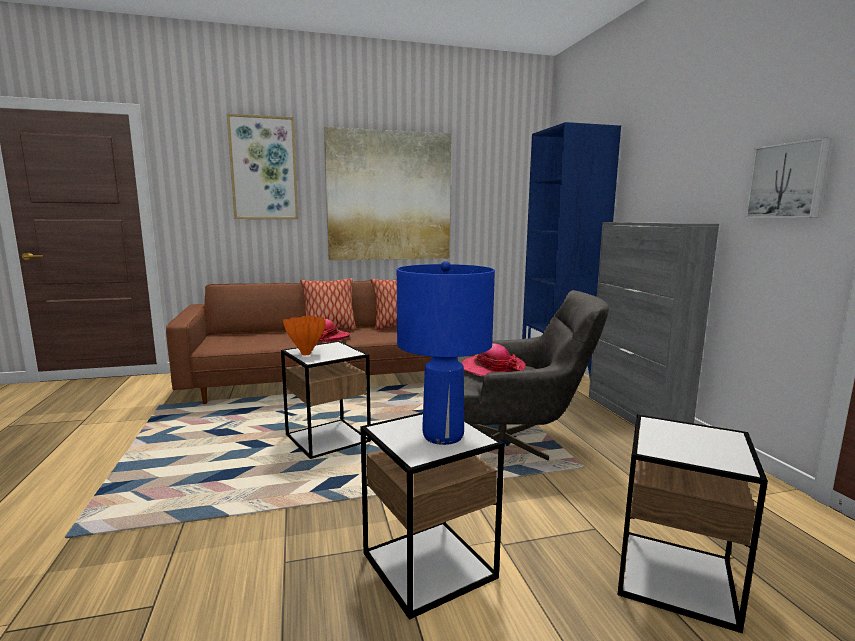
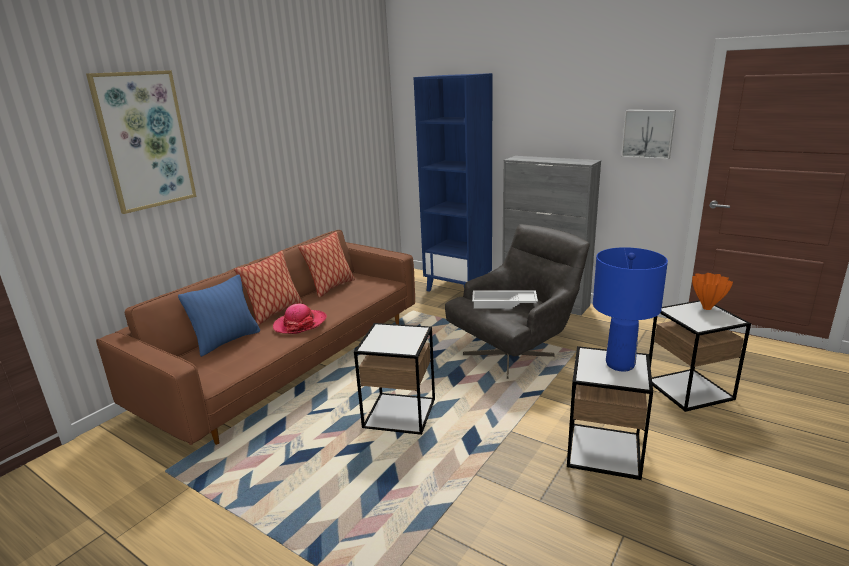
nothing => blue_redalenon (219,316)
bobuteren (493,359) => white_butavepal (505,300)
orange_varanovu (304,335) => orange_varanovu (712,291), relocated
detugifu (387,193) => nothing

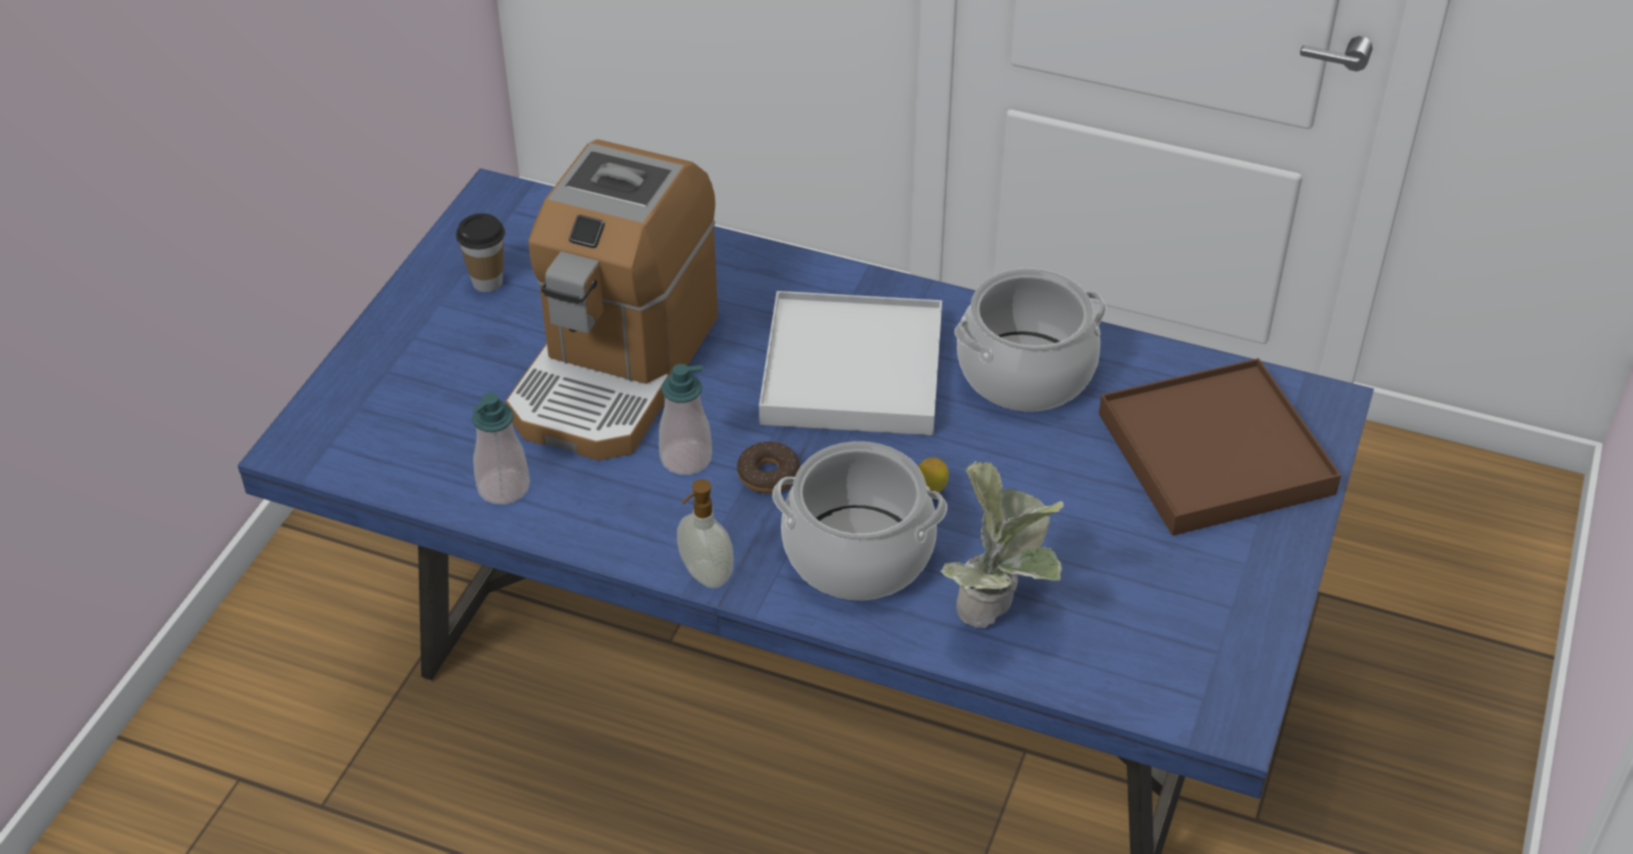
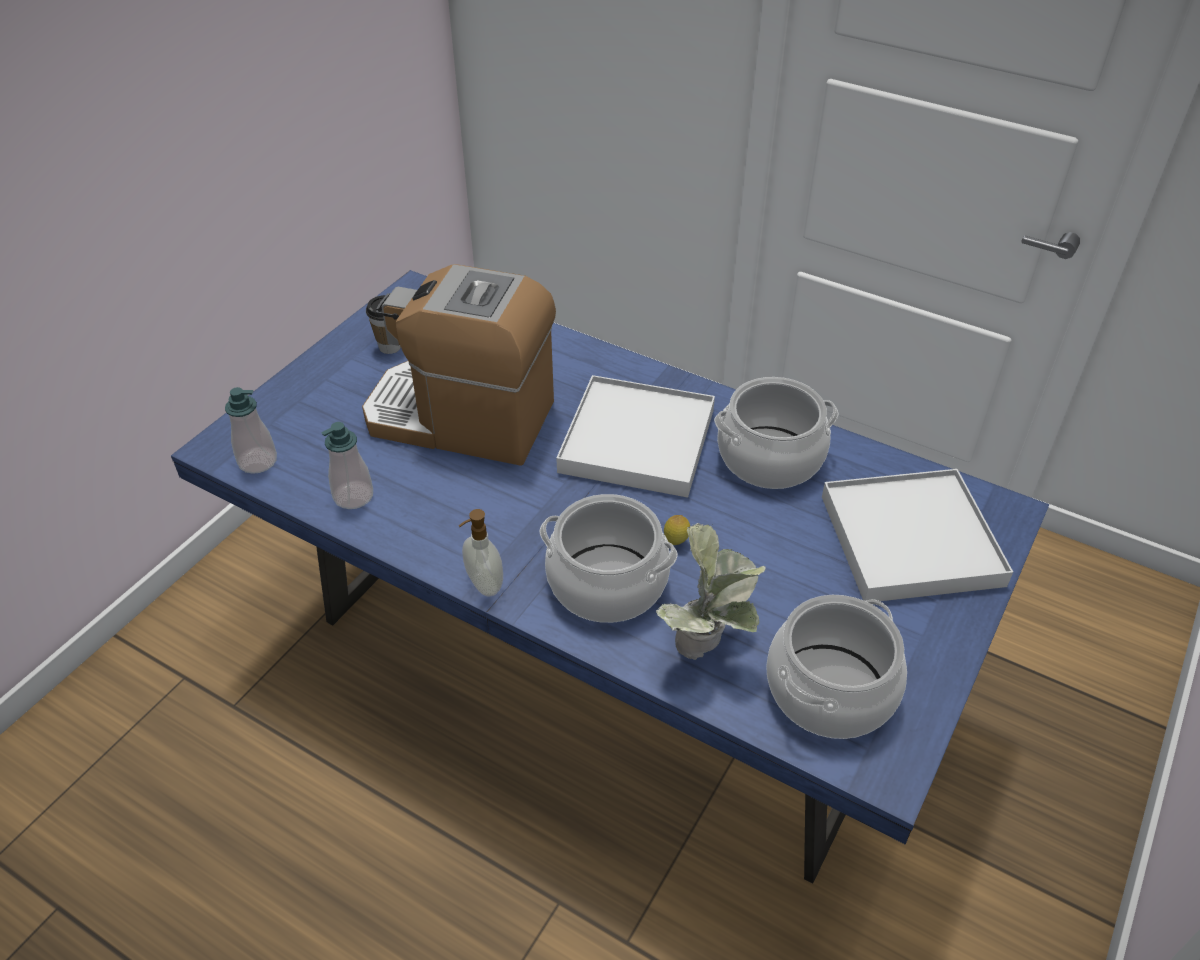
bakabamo (685,419) => bakabamo (251,430), relocated
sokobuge (612,300) => sokobuge (459,365), 75 degrees clockwise
nothing => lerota (836,667)
brown_butavepal (1220,447) => white_butavepal (917,535)
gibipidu (768,467) => nothing

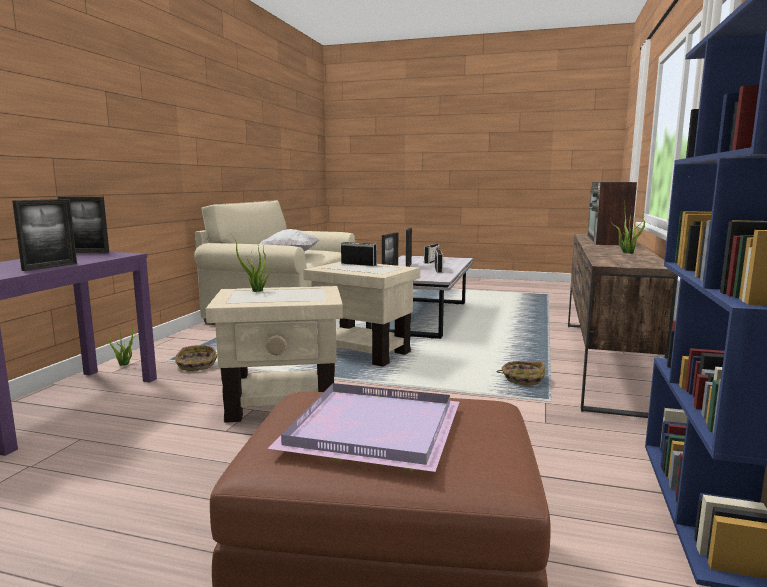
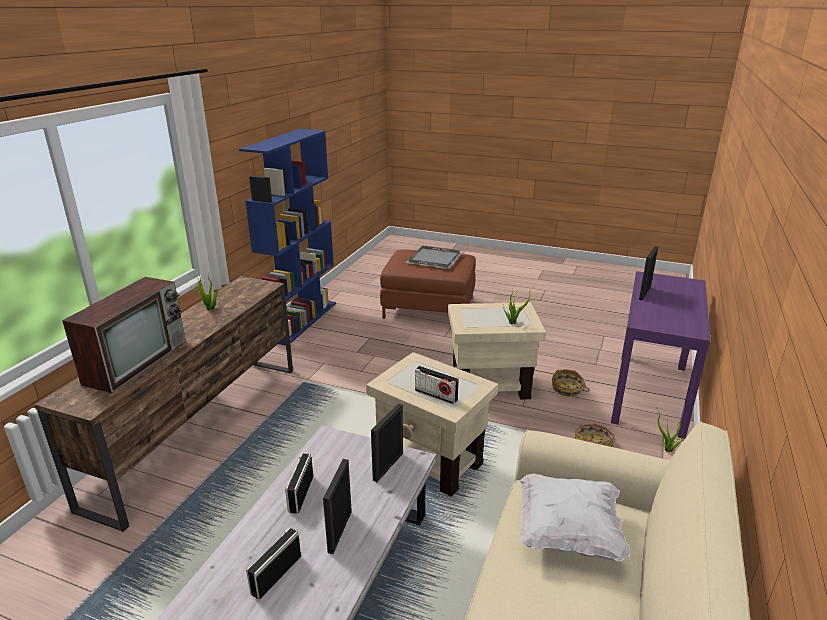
purple_butavepal (363,427) => grey_butavepal (433,257)
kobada (520,373) => kobada (570,383), relocated
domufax (83,225) => nothing

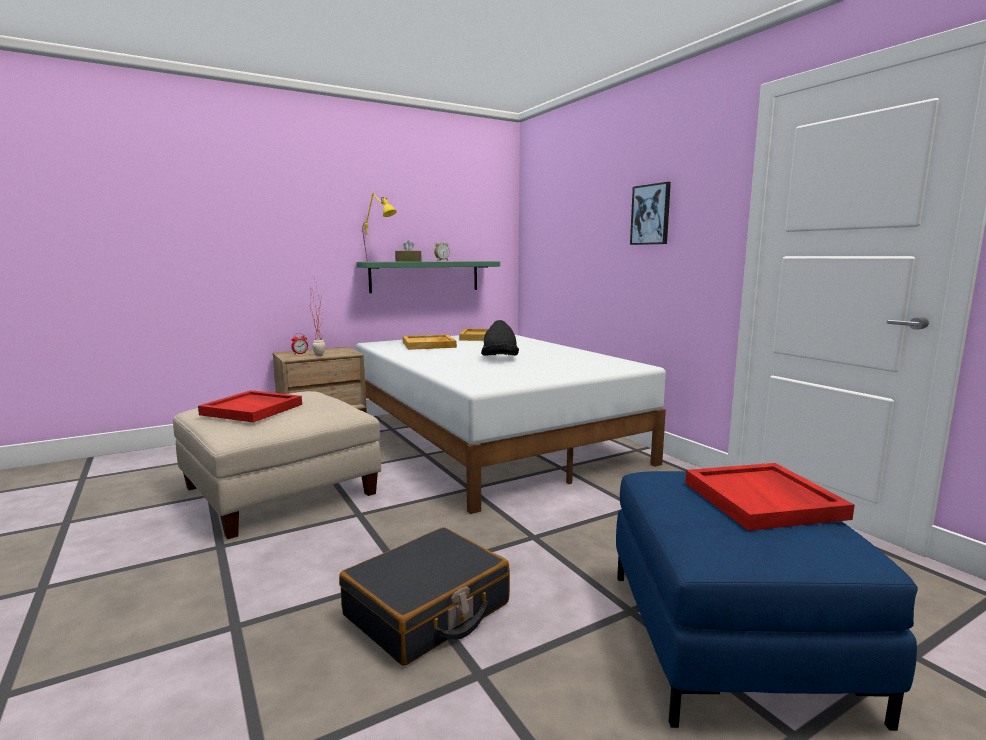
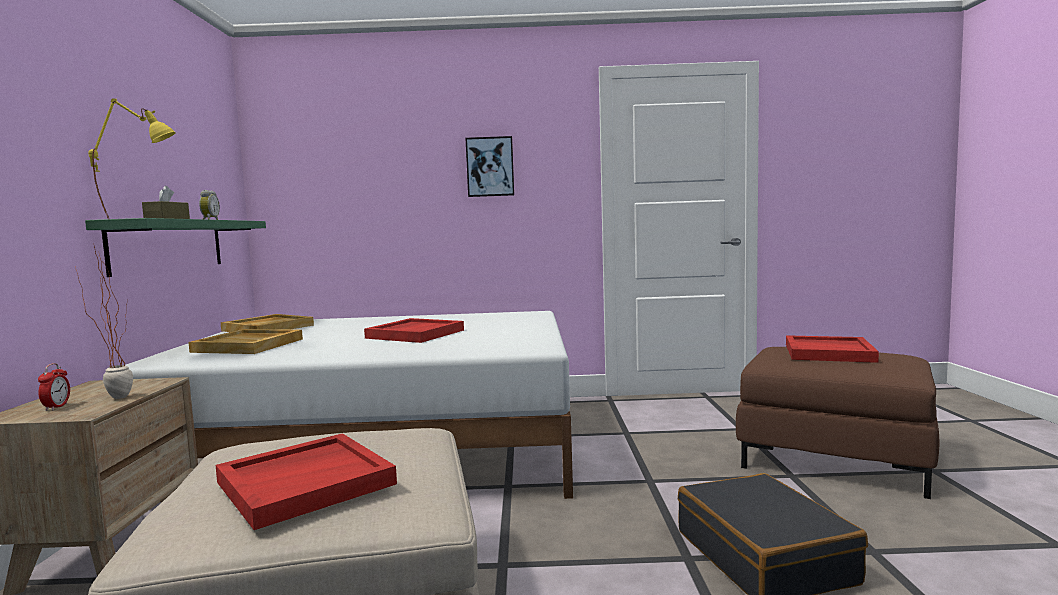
black_bobuteren (500,338) => red_butavepal (414,330)
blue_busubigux (767,601) => brown_busubigux (837,423)

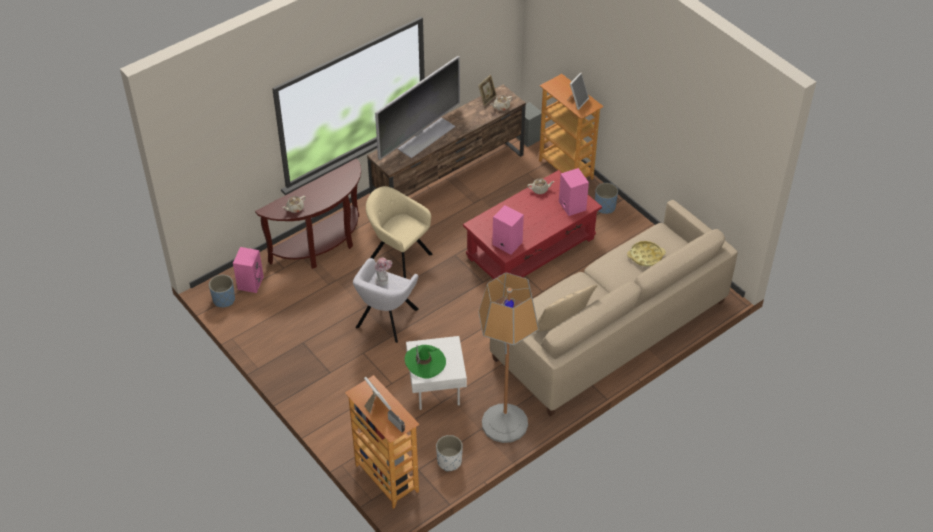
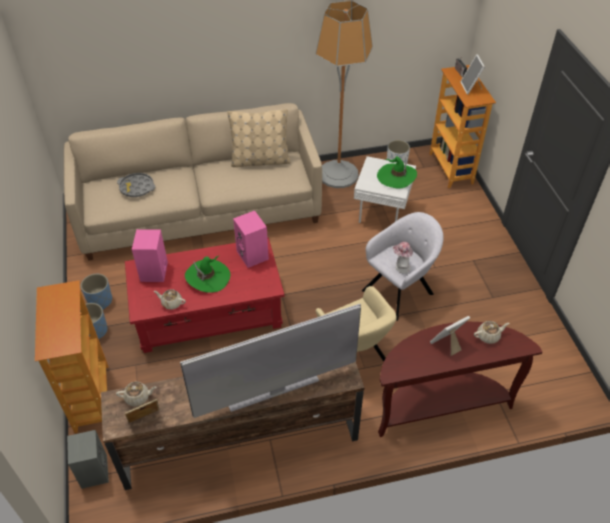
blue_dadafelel (222,291) => blue_dadafelel (96,292), relocated
yellow_butavepal (646,253) => grey_butavepal (136,185)
nothing => green_bobuteren (207,274)
domufax (578,91) => domufax (450,336), relocated
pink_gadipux (248,270) => nothing

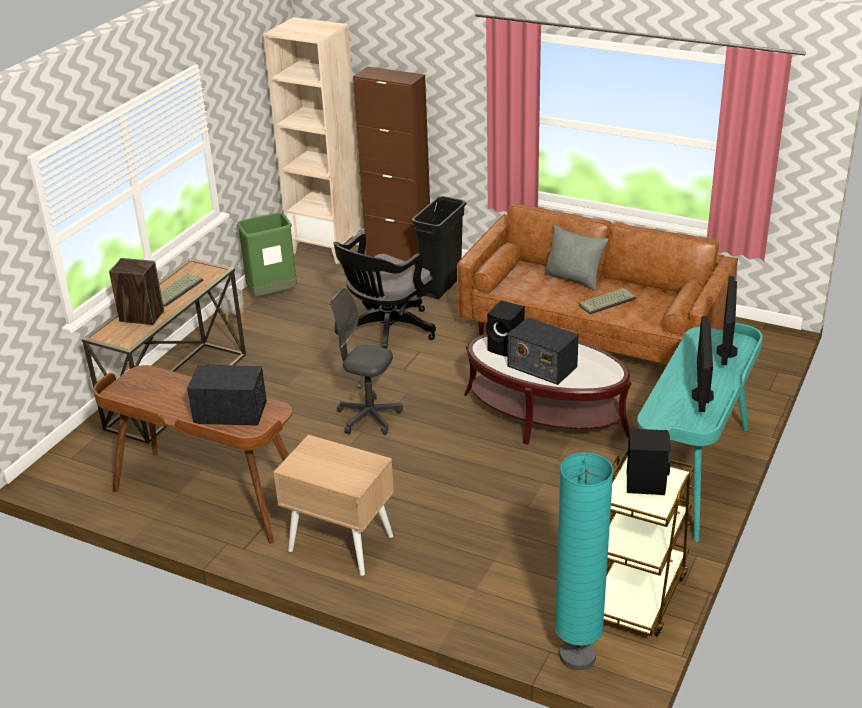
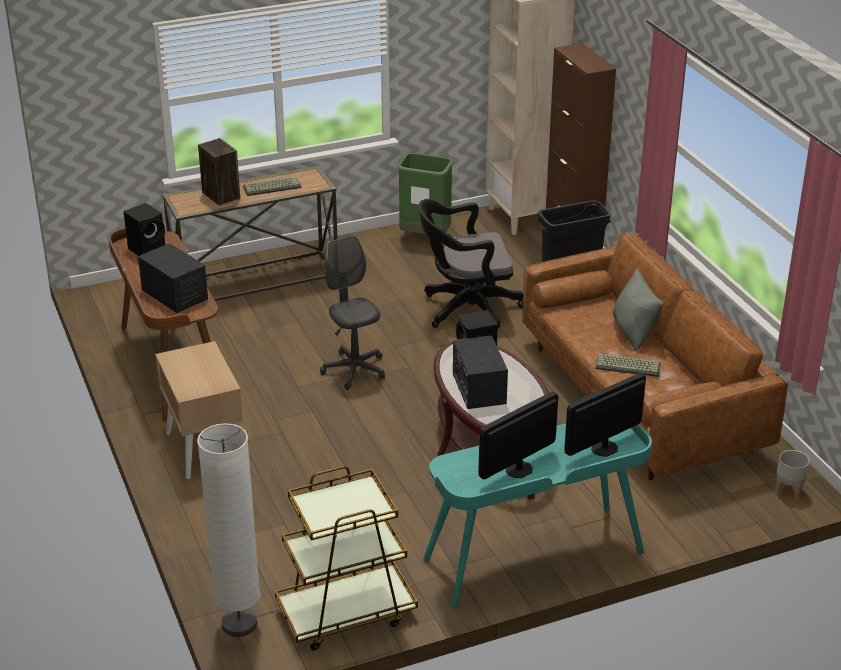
black_gadipux (649,462) => black_gadipux (144,229), relocated
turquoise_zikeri (584,561) => white_zikeri (228,530)
grey_dadafelel (232,306) => grey_dadafelel (793,475), relocated

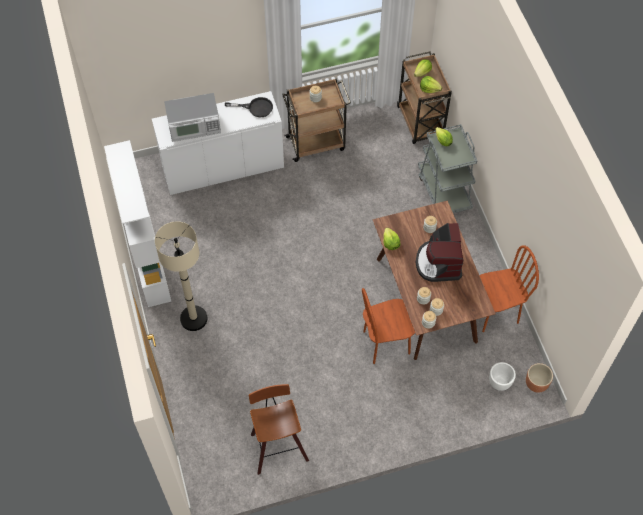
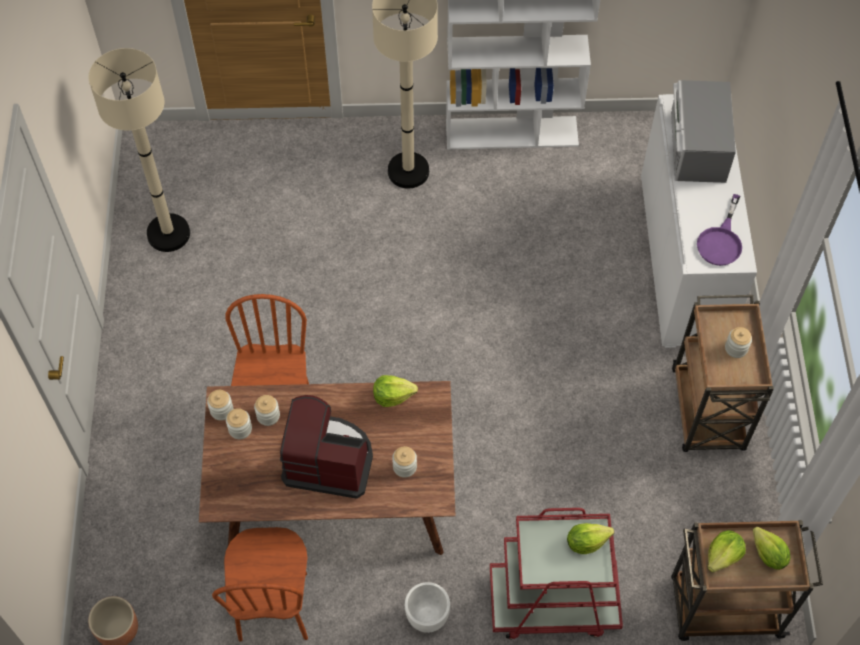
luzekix (279,429) => beige_zikeri (139,150)
white_dadafelel (502,376) => white_dadafelel (427,607), relocated
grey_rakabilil (447,168) => red_rakabilil (556,574)
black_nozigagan (249,107) => purple_nozigagan (719,230)

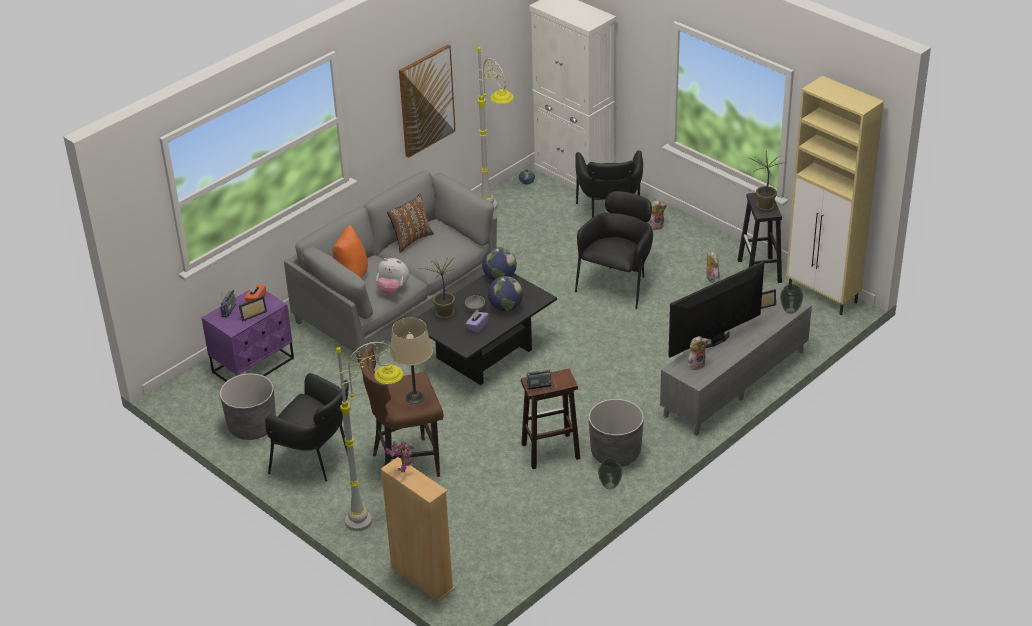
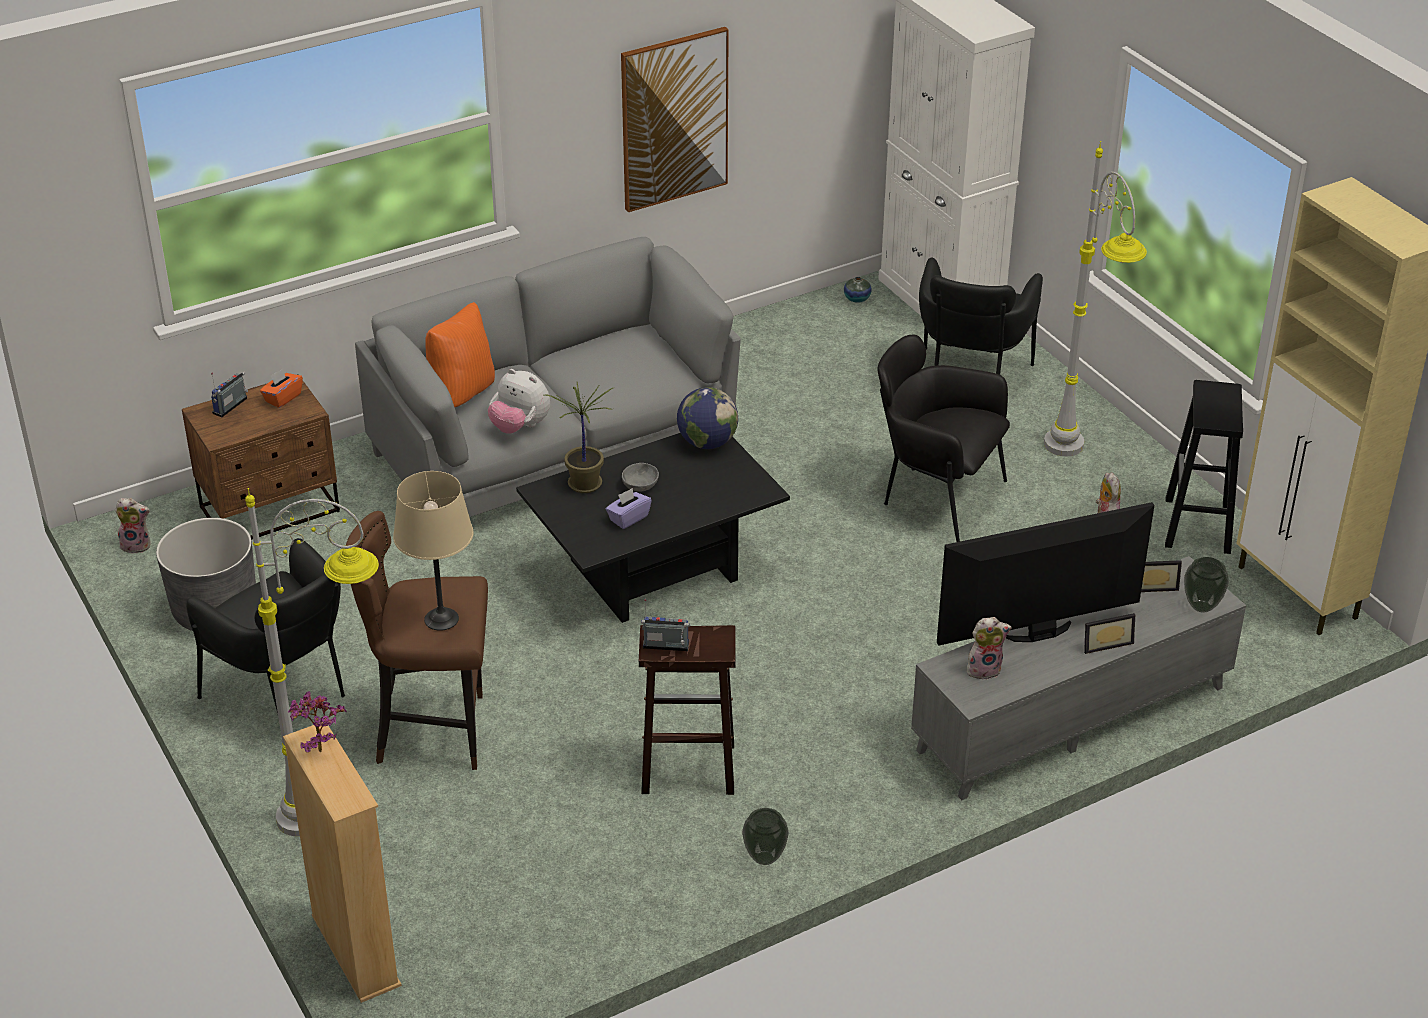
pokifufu (658,215) => pokifufu (133,526), relocated
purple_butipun (248,336) => brown_butipun (261,457)
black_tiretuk (614,250) => black_tiretuk (943,438), 105 degrees counterclockwise
grey_zikeri (495,128) => grey_zikeri (1095,299), relocated
domufax (253,308) => domufax (1109,633), relocated
brown_redalenon (410,223) => nothing
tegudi (505,293) => nothing
grey_dadafelel (616,433) => nothing
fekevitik (768,180) => nothing

